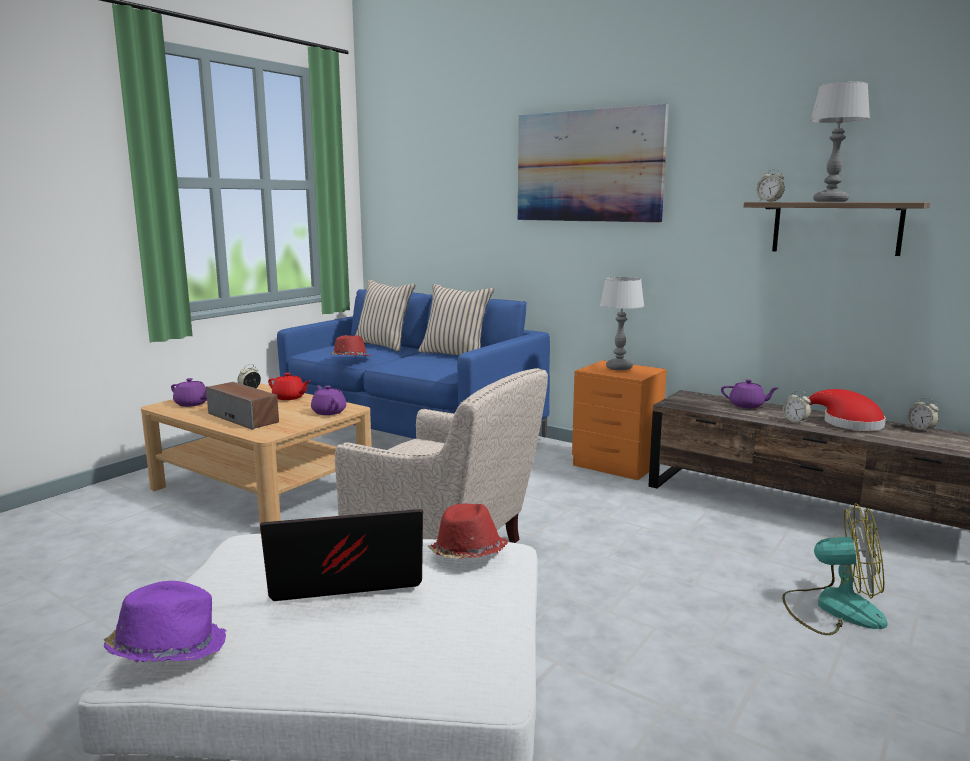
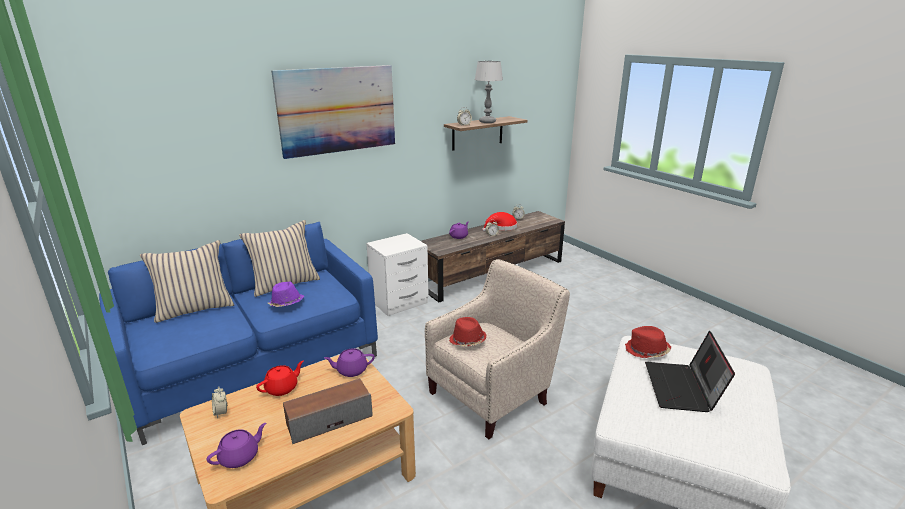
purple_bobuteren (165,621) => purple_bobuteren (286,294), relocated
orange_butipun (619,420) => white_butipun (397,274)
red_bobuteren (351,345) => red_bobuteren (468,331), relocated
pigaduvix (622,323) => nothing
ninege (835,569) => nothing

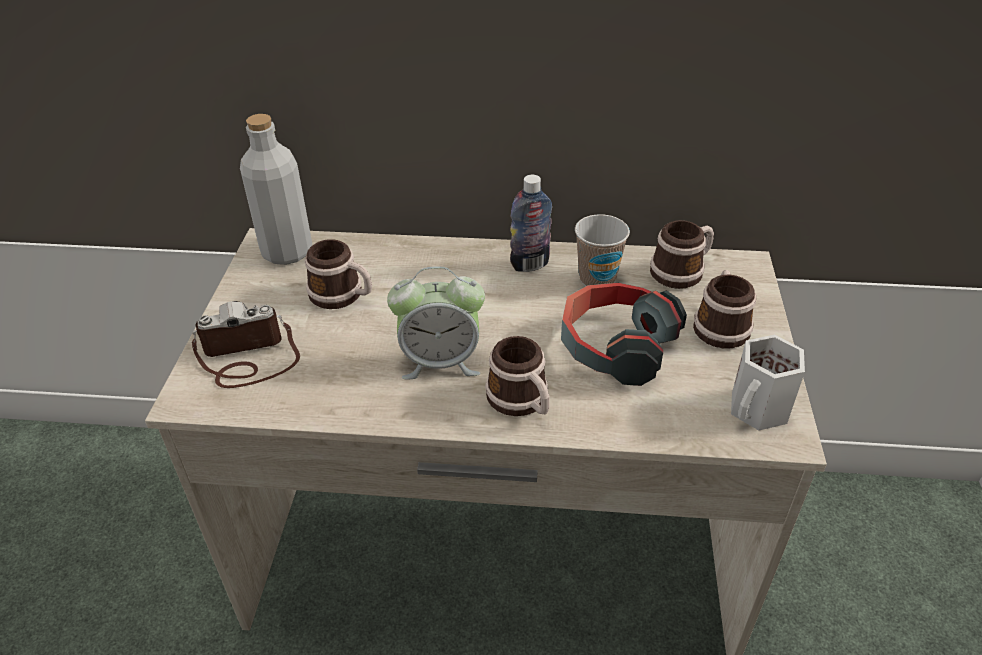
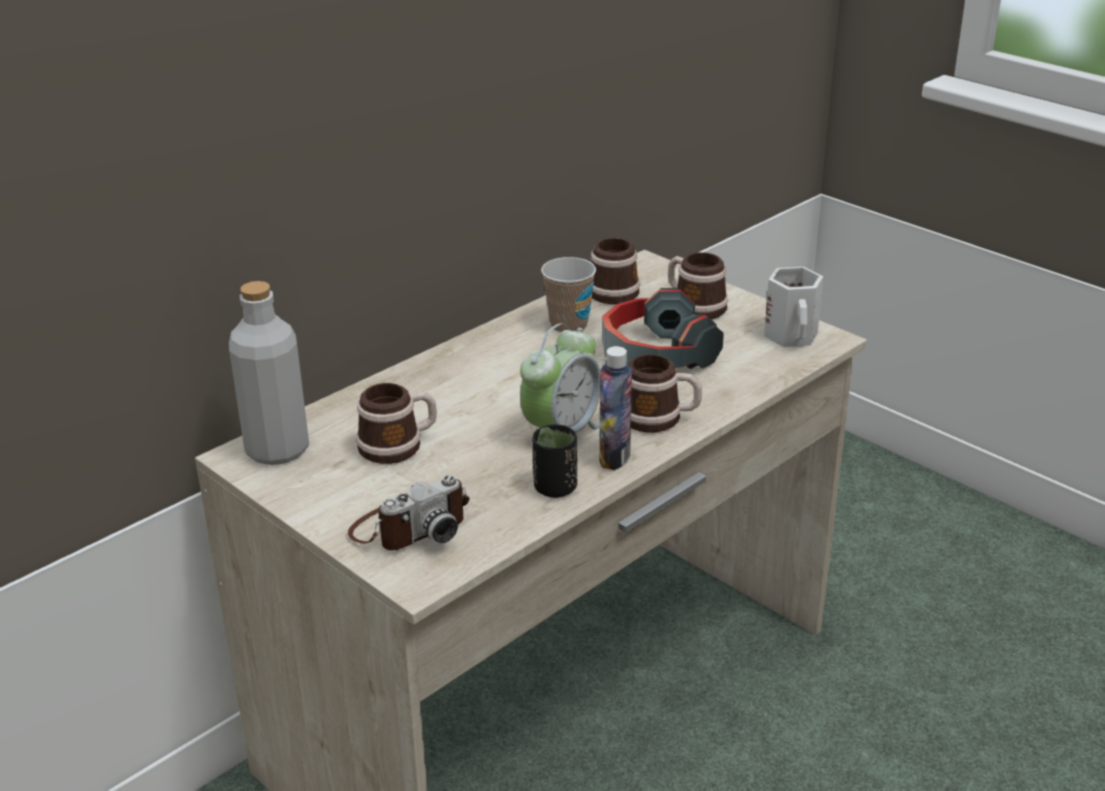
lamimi (246,344) => lamimi (408,513), 150 degrees counterclockwise
nothing => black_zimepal (554,461)
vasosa (531,223) => vasosa (615,408), relocated

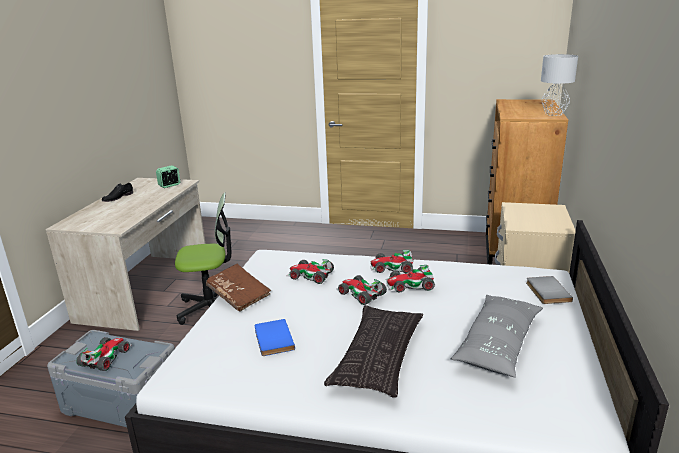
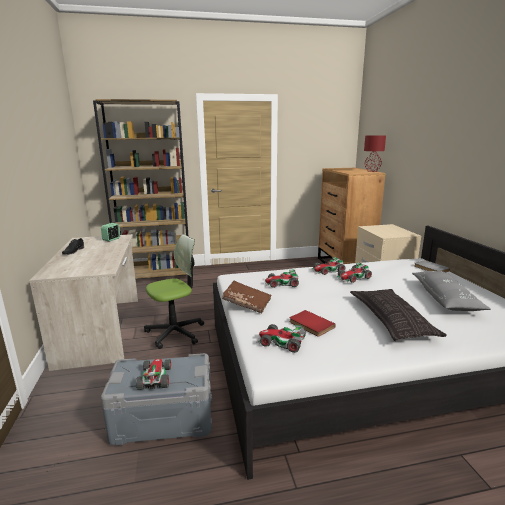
nothing => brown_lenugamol (141,189)
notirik (361,290) => notirik (281,338), relocated
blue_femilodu (275,337) => red_femilodu (312,323)
grey_pigaduvix (559,85) => red_pigaduvix (375,153)

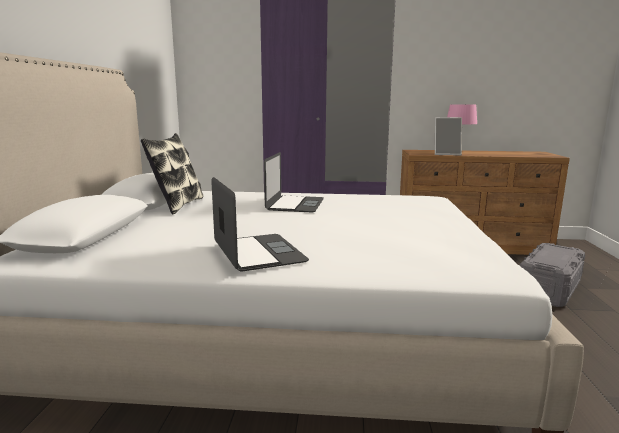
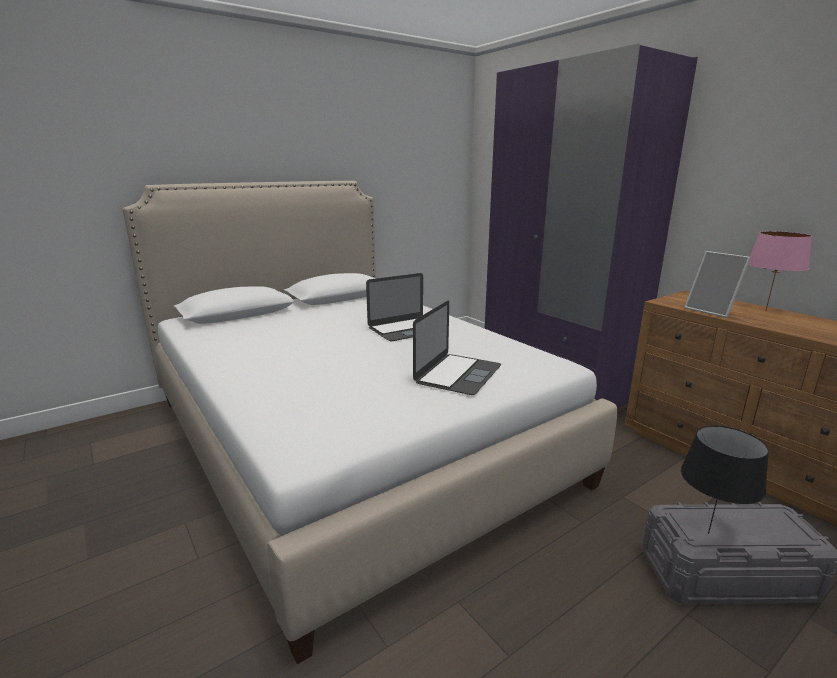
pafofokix (260,224) => pafofokix (457,348), relocated
nothing => black_pigaduvix (725,480)
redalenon (172,173) => nothing

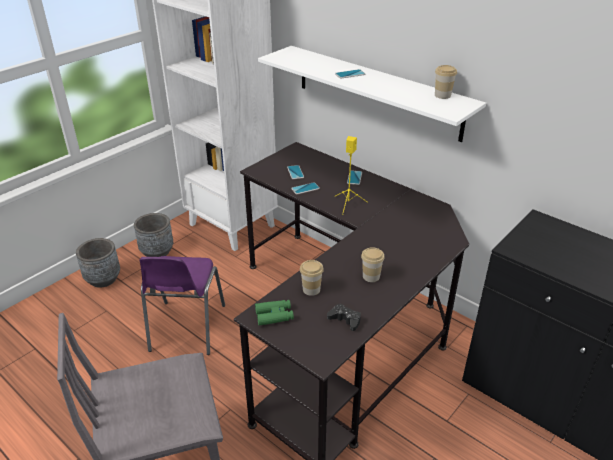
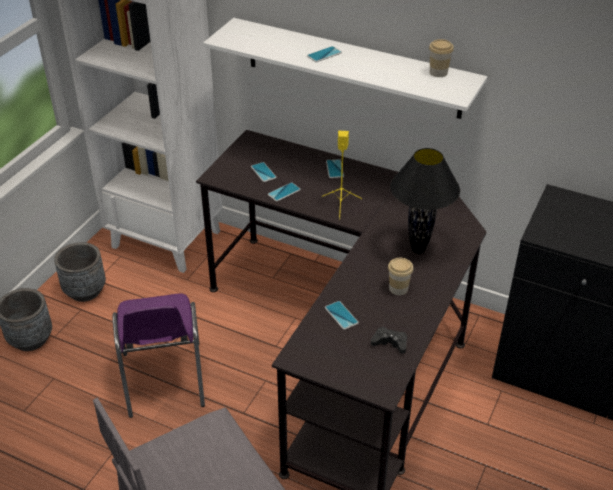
zimepal (312,278) => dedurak (342,315)
nothing => black_pigaduvix (425,201)
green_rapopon (274,313) => nothing

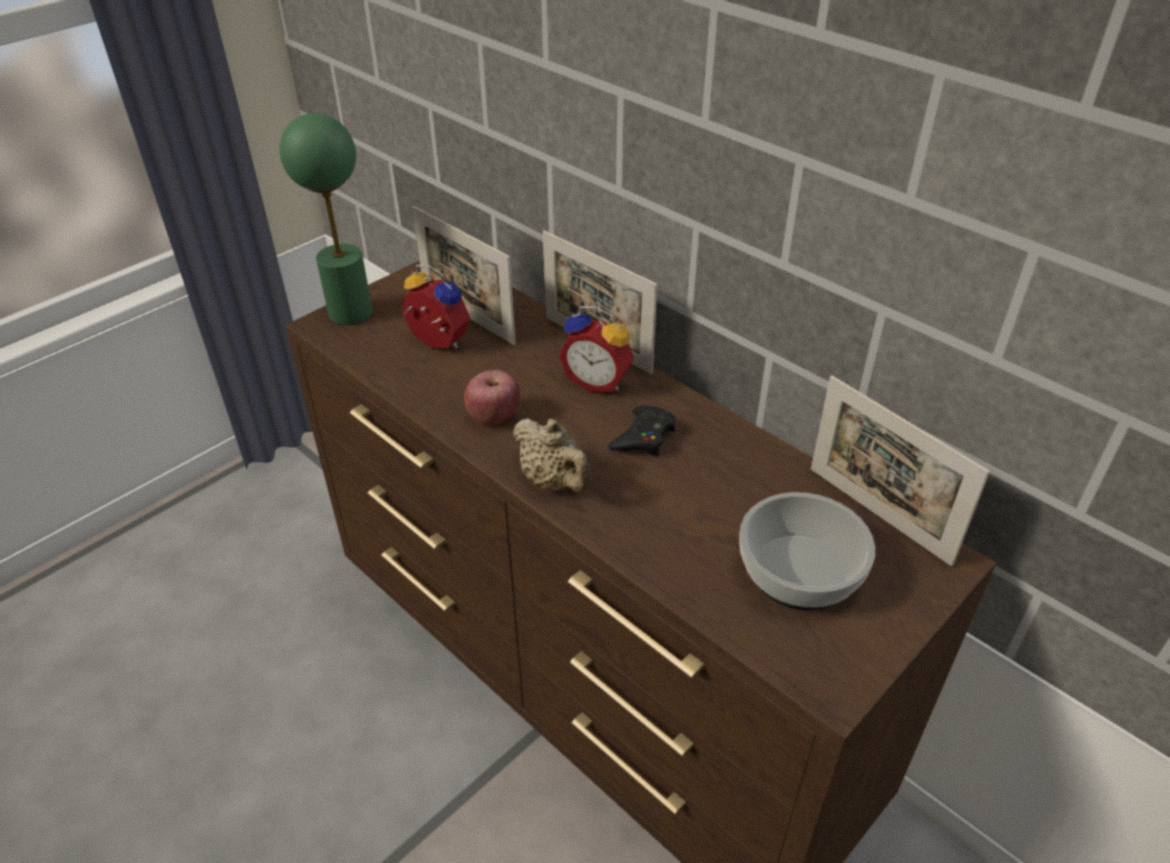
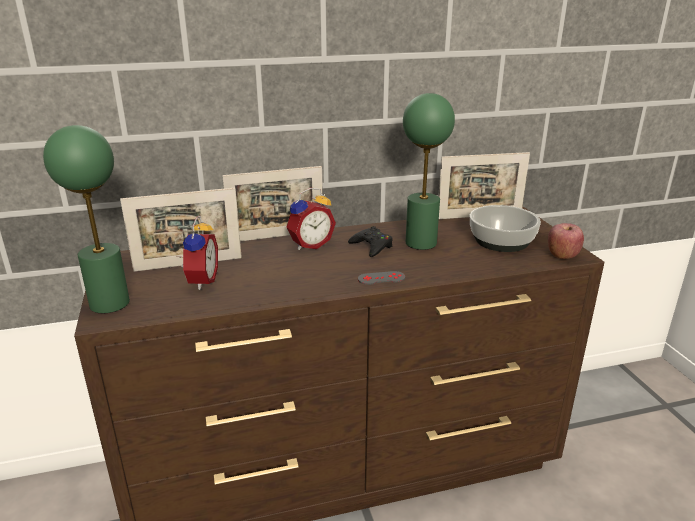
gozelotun (436,307) => gozelotun (199,253), 120 degrees clockwise
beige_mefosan (552,455) => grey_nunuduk (381,278)
nothing => green_pigaduvix (429,171)
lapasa (492,397) => lapasa (566,241), relocated

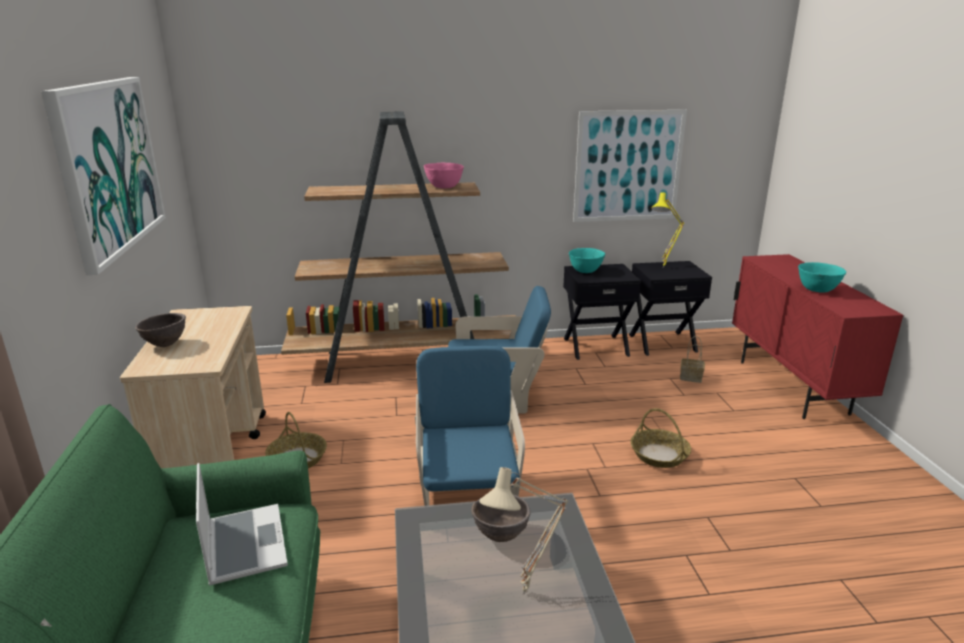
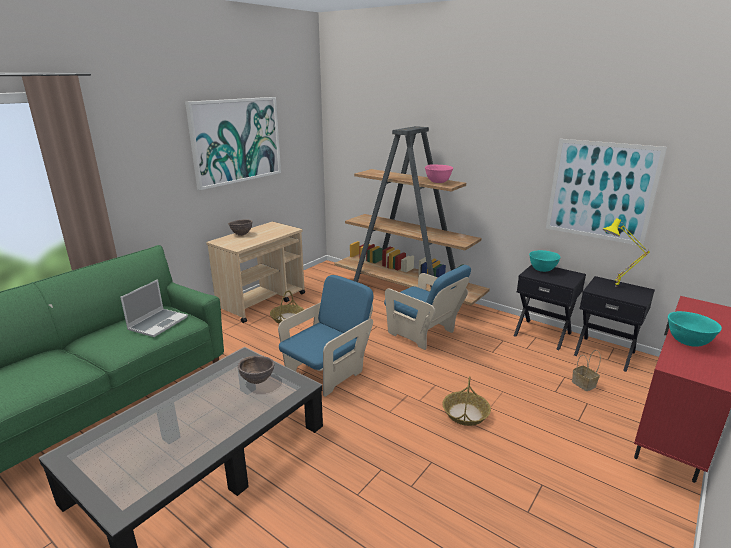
beige_pigaduvix (524,531) => nothing

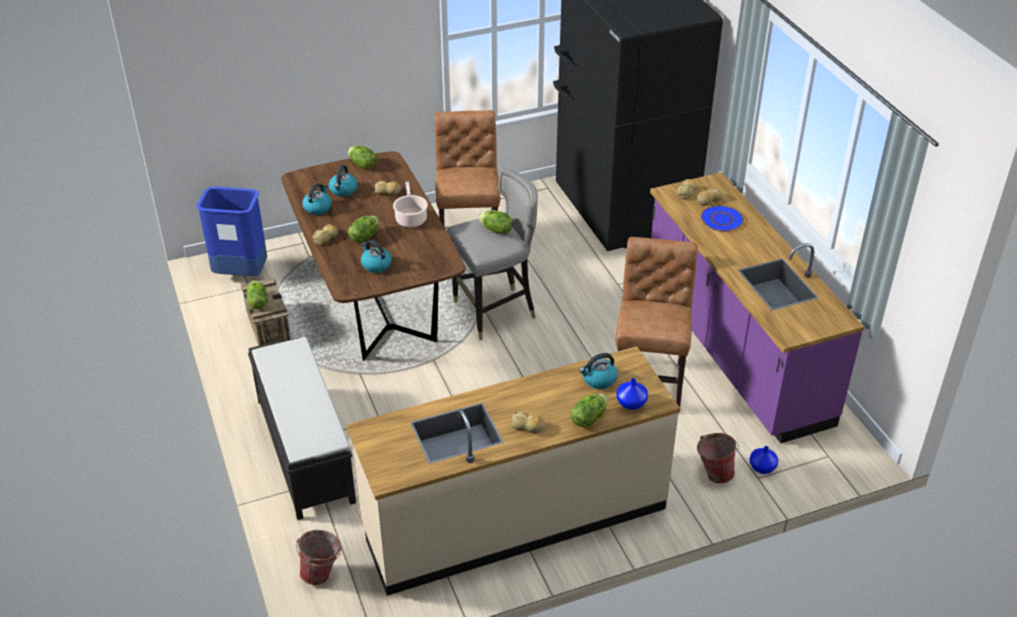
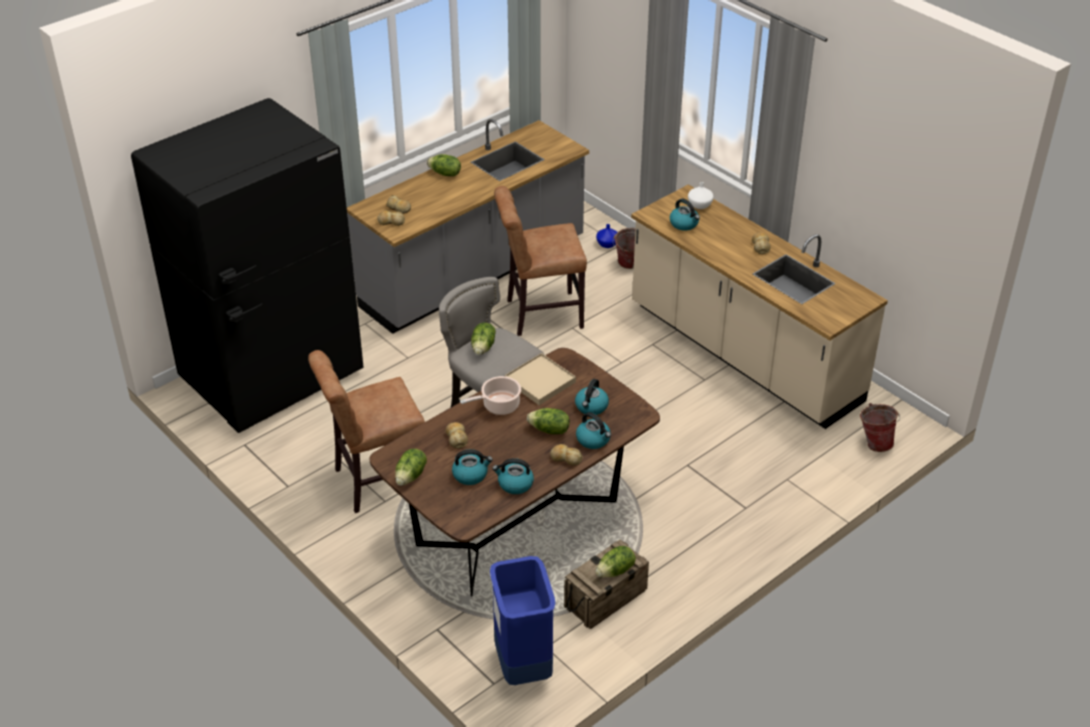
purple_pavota (757,307) => grey_pavota (468,226)
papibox (589,410) => papibox (444,165), relocated
nothing => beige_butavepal (540,379)
nothing => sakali (593,430)
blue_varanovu (632,394) => white_varanovu (701,195)
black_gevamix (302,428) => nothing
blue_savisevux (722,218) => nothing

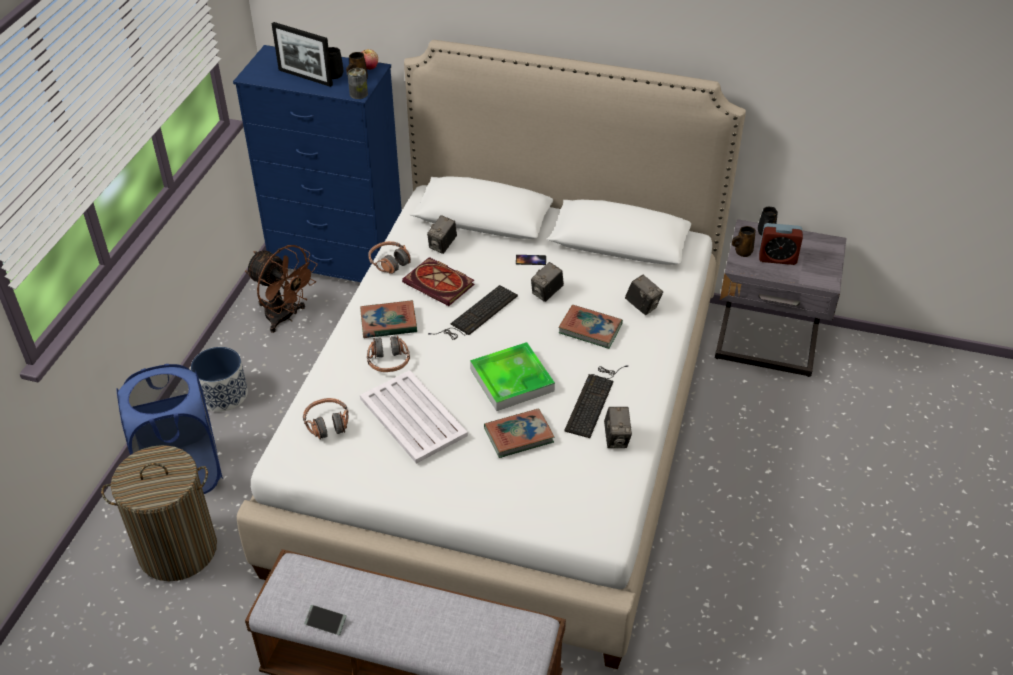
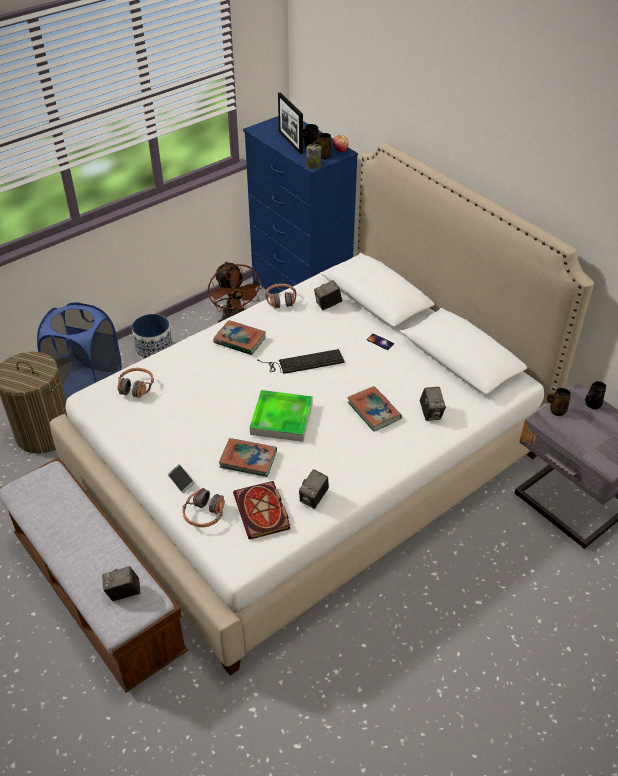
lamimi (547,282) => lamimi (121,583), relocated
dedurak (325,620) => dedurak (181,478), relocated
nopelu (388,353) => nopelu (203,507), relocated
femilodu (438,281) => femilodu (261,510), relocated
white_butavepal (414,417) => nothing
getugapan (596,401) => nothing
gozelotun (781,244) => nothing

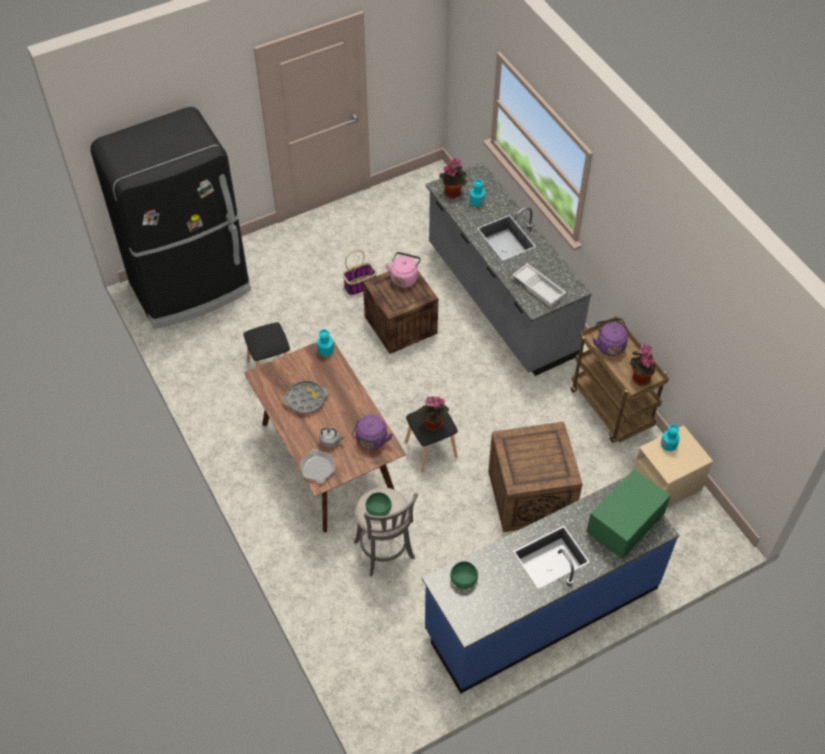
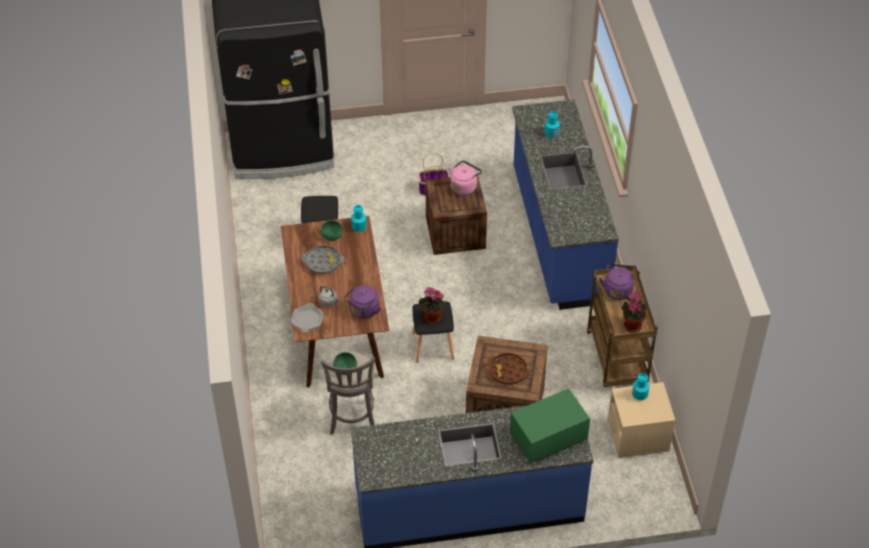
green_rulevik (464,575) => green_rulevik (332,230), relocated
nothing => brown_butavepal (508,369)
grey_pavota (509,269) => blue_pavota (565,205)
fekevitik (453,178) => nothing
white_butavepal (539,285) => nothing

